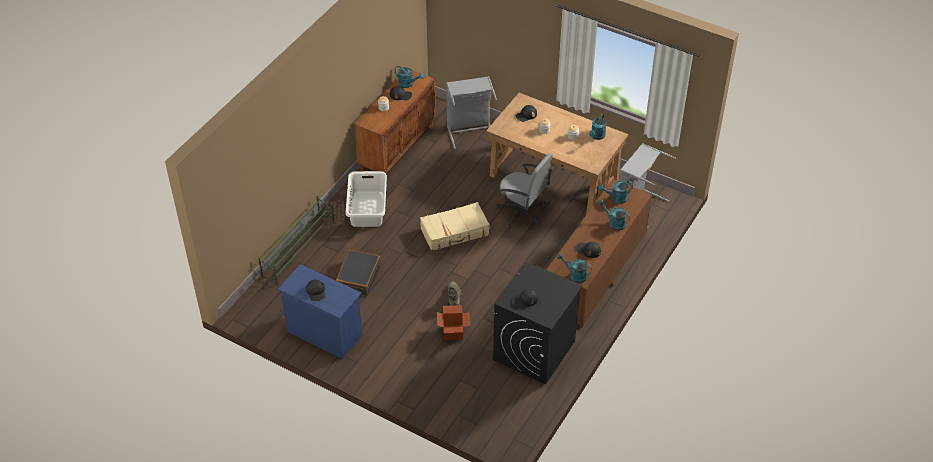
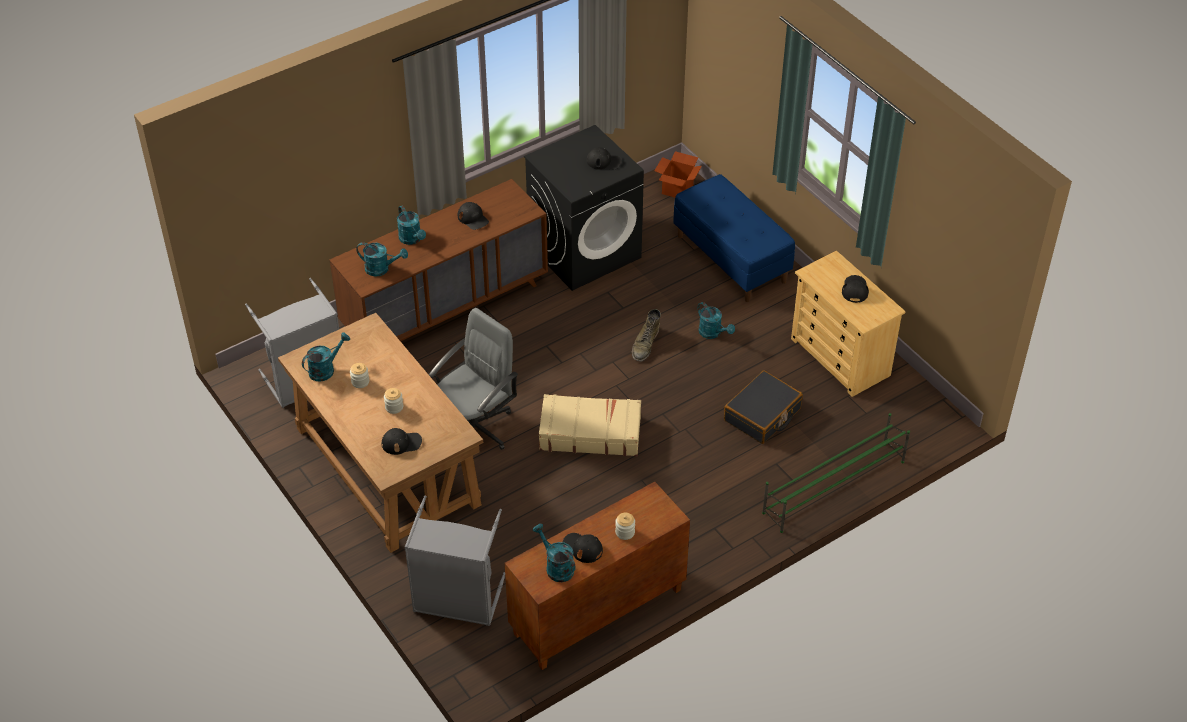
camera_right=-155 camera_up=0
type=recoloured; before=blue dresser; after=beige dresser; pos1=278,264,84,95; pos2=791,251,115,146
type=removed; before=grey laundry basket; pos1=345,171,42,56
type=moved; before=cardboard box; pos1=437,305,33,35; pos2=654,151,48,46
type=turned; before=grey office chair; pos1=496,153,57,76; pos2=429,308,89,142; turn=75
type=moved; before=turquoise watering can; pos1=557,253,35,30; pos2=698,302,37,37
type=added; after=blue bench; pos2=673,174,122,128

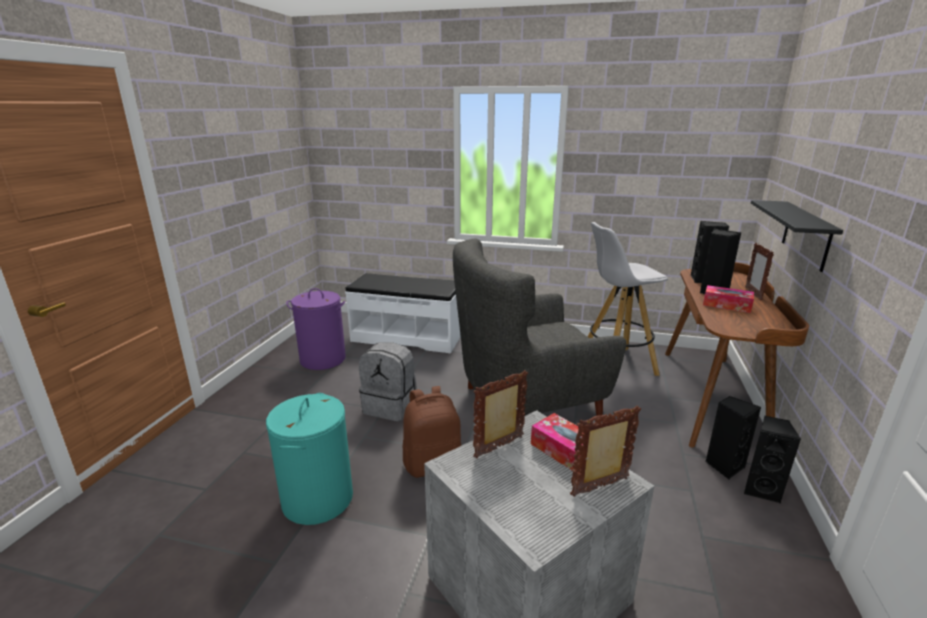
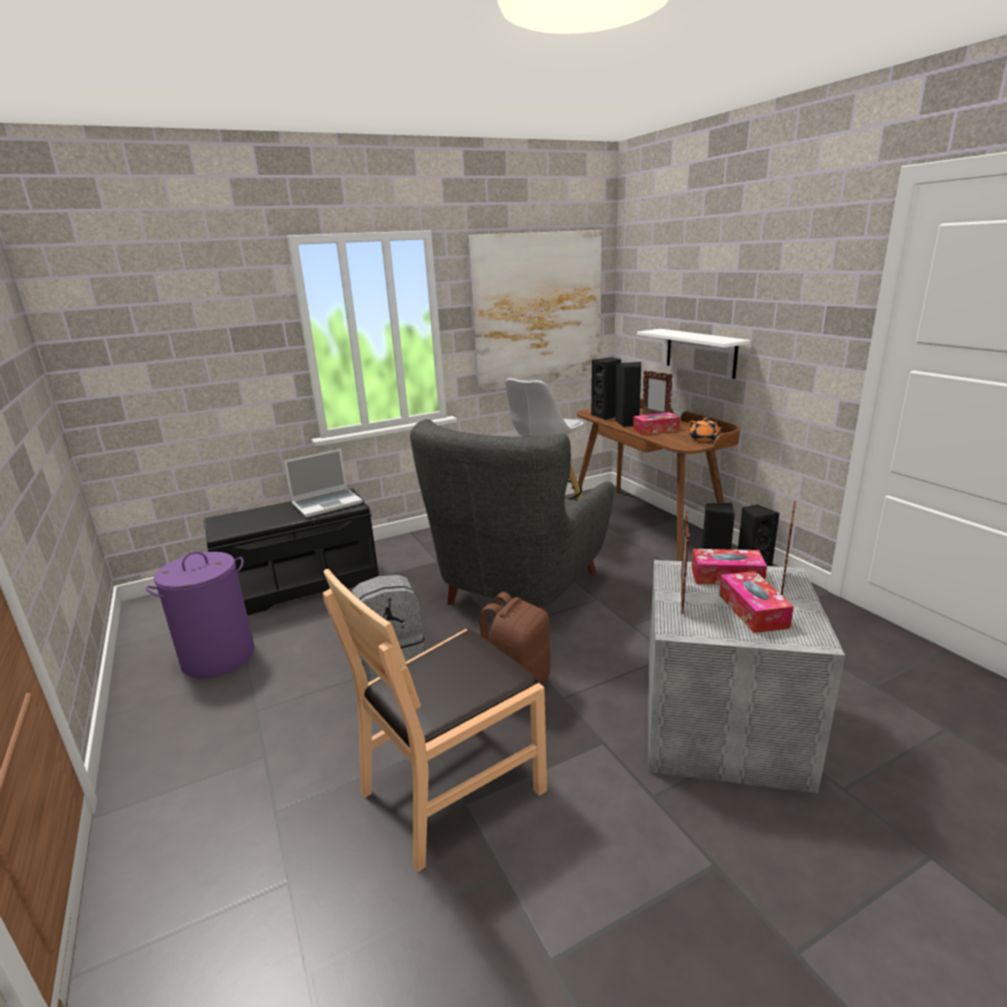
camera_right=-40 camera_up=0
type=replaced; before=turquoise laundry basket; after=brown chair; pos1=266,393,87,132; pos2=323,569,224,303
type=recoloured; before=white bench; after=black bench; pos1=345,273,116,81; pos2=204,488,175,127
type=recoloured; before=black shelf; after=white shelf; pos1=751,200,92,72; pos2=637,329,114,50
type=added; after=laptop; pos2=284,449,79,68
type=added; after=picture; pos2=469,230,133,162
type=added; after=orange teapot; pos2=689,417,36,25
type=added; after=tissue box; pos2=719,571,75,62

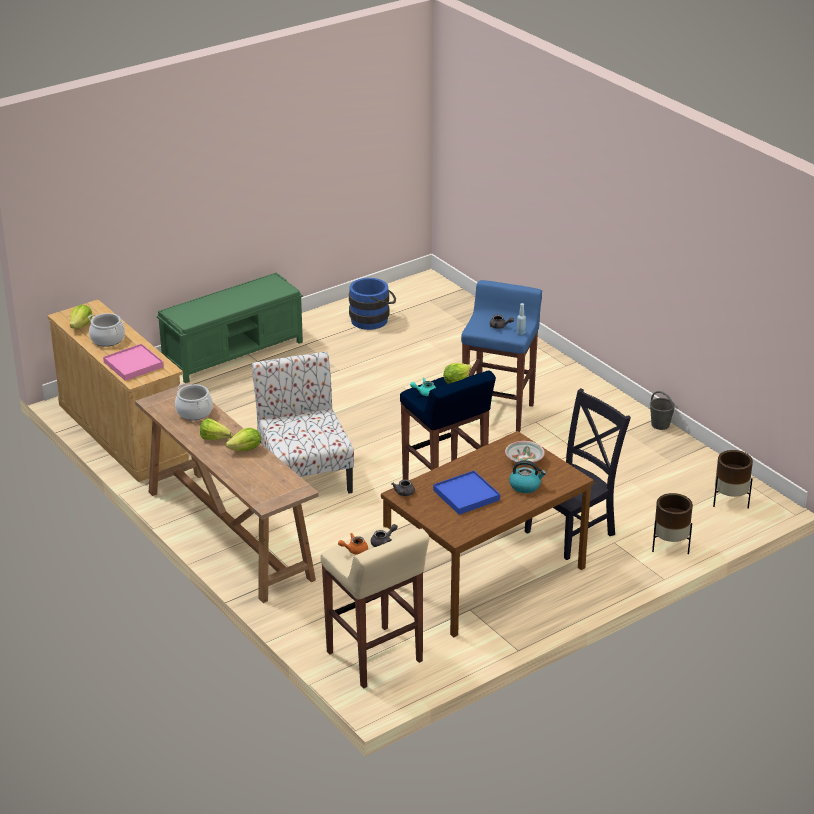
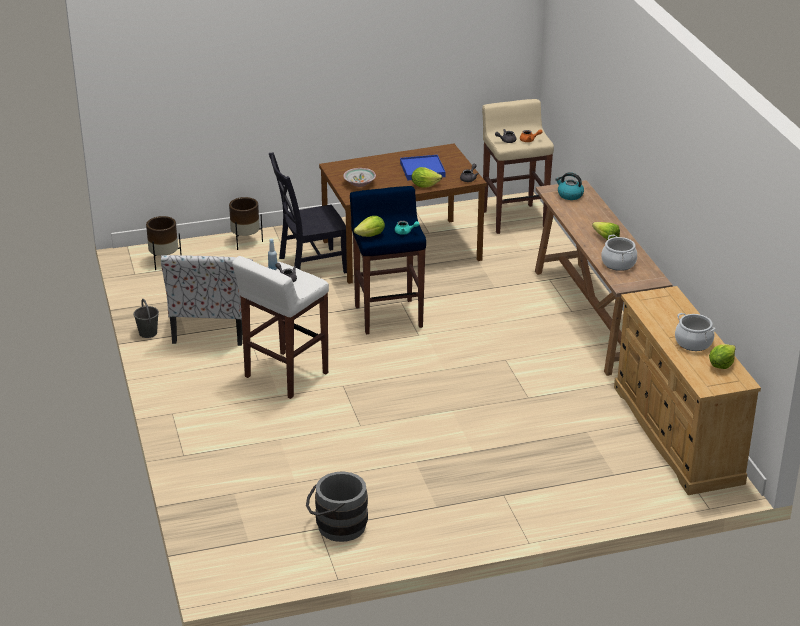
camera_right=-160 camera_up=0
type=removed; before=pink tray; pos1=103,344,61,37
type=removed; before=green bench; pos1=157,273,146,110
type=moved; before=lettuce; pos1=226,428,35,23; pos2=412,167,30,21
type=moved; before=chair; pos1=252,352,102,142; pos2=161,255,92,91
type=recoloured; before=blue bucket; after=grey bucket; pos1=349,278,47,52; pos2=306,471,62,71
type=recoloured; before=blue stool; after=white stool; pos1=461,280,81,152; pos2=232,256,97,143
type=moved; before=kettle; pos1=509,460,37,33; pos2=555,172,29,28

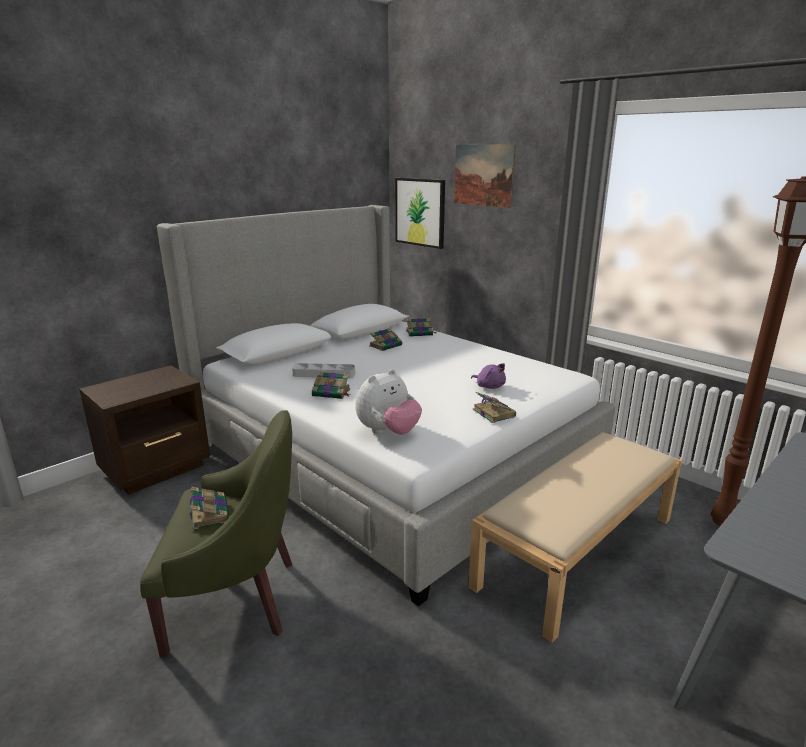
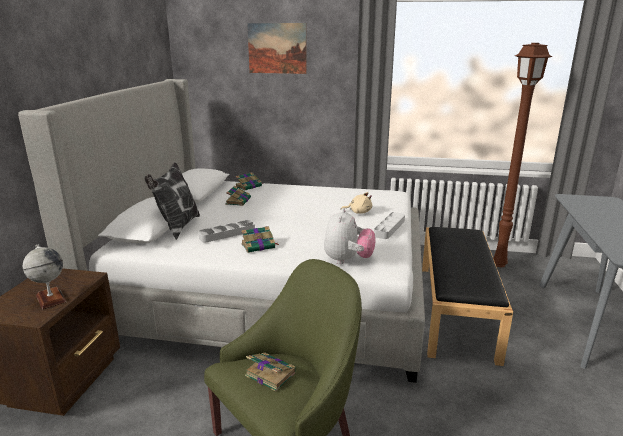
camera_right=-35 camera_up=0
type=removed; before=picture; pos1=395,178,50,71
type=recoloured; before=beige bench; after=black bench; pos1=468,432,214,211; pos2=422,227,91,139
type=recoloured; before=purple plush toy; after=beige plush toy; pos1=471,363,35,26; pos2=341,192,31,22
type=replaced; before=book; after=grey tray; pos1=473,392,43,31; pos2=374,212,31,27
type=added; after=globe; pos2=23,244,44,65
type=added; after=pillow; pos2=145,162,55,78

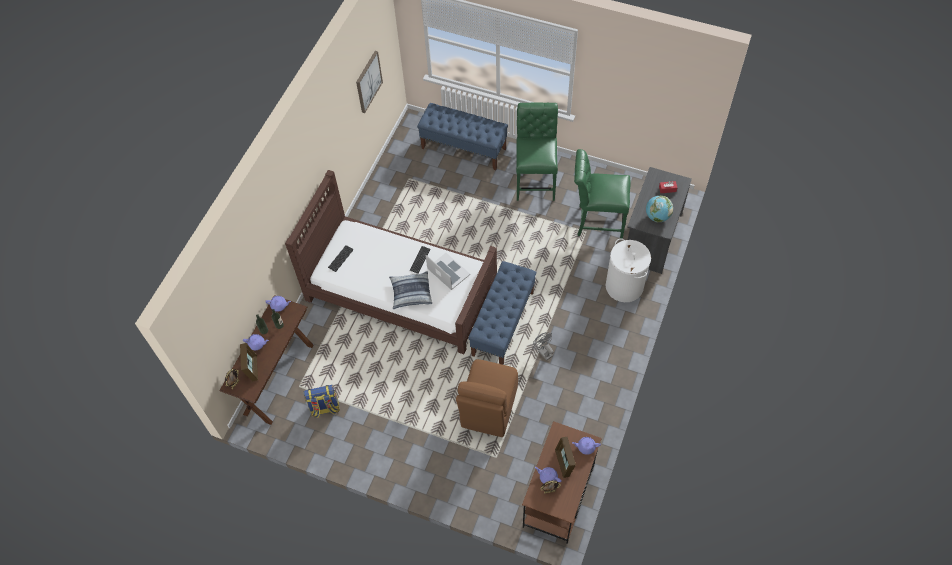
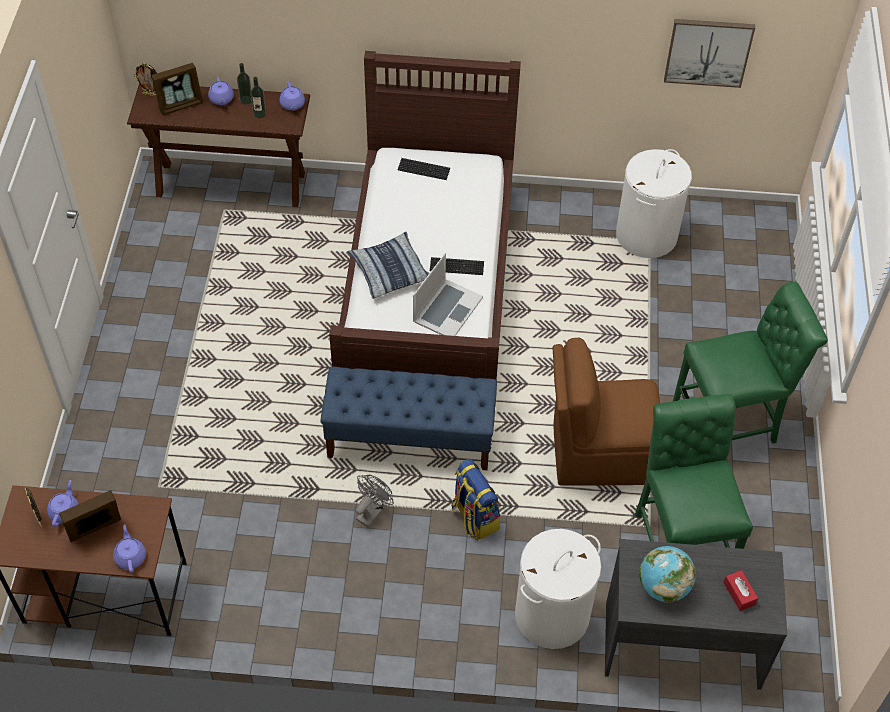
camera_right=70 camera_up=-5
type=moved; before=backpack; pos1=304,385,36,33; pos2=451,459,49,81
type=removed; before=blue bench; pos1=417,103,91,67
type=moved; before=brown chair; pos1=456,359,62,78; pos2=553,337,107,149
type=added; after=white laundry basket; pos2=616,149,76,109

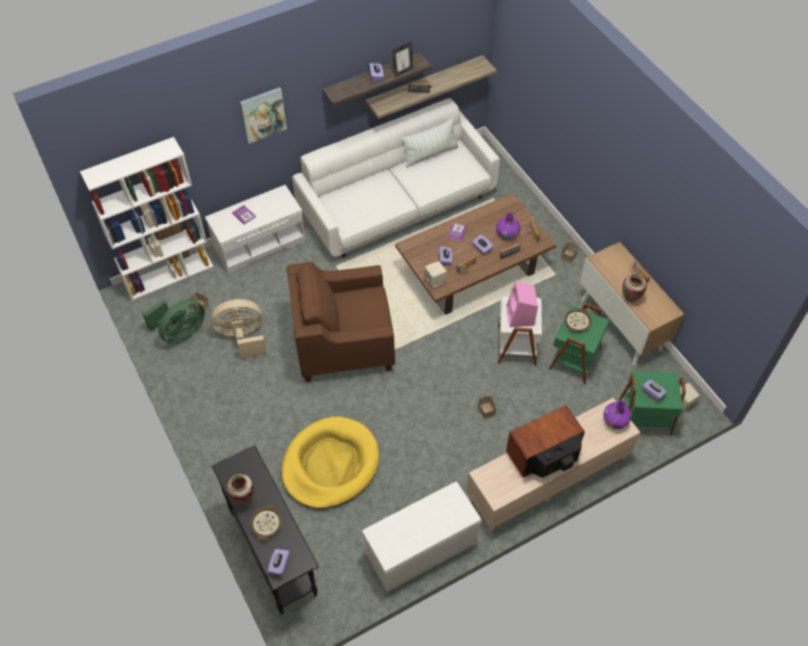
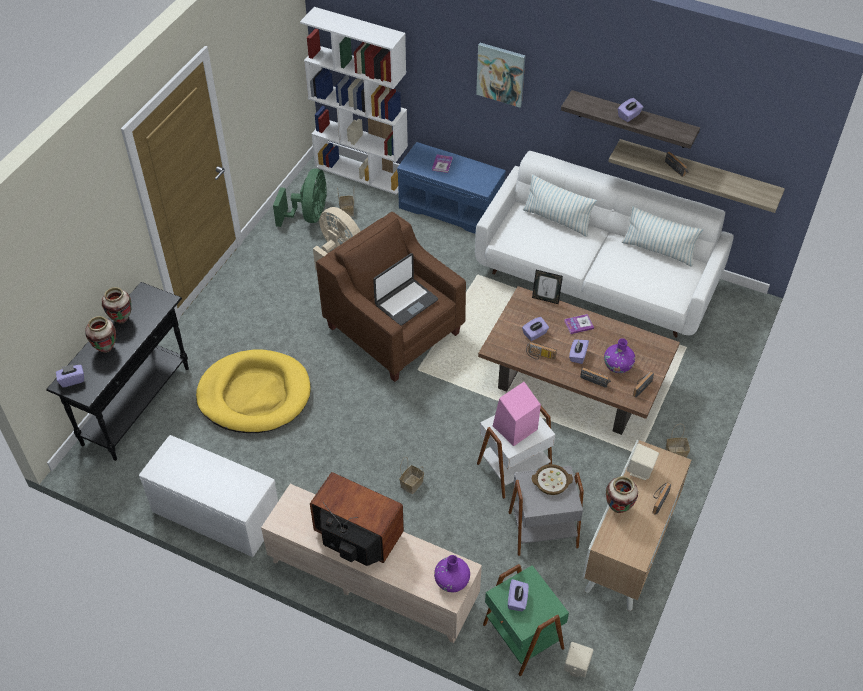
camera_right=55 camera_up=-5
type=turned; before=green fan; pos1=143,299,62,45; pos2=273,168,54,59; turn=-90
type=recoloured; before=white bench; after=blue bench; pos1=205,185,100,88; pos2=397,142,109,92
type=replaced; before=bowl; after=vase; pos1=250,505,32,35; pos2=85,316,31,37
type=moved; before=picture frame; pos1=392,42,21,35; pos2=532,270,31,34
type=moved; before=beige speaker; pos1=424,261,23,27; pos2=627,443,32,37
type=recoloured; before=green side table; after=grey side table; pos1=549,303,60,81; pos2=508,466,76,90
type=added; after=laptop; pos2=373,253,65,72
type=added; after=pillow; pos2=523,174,74,63

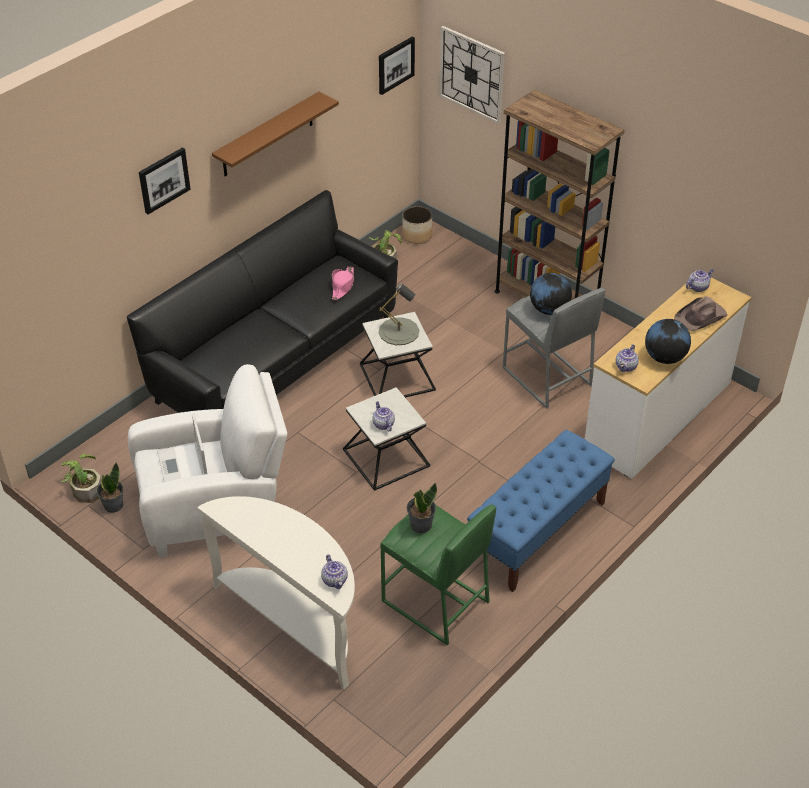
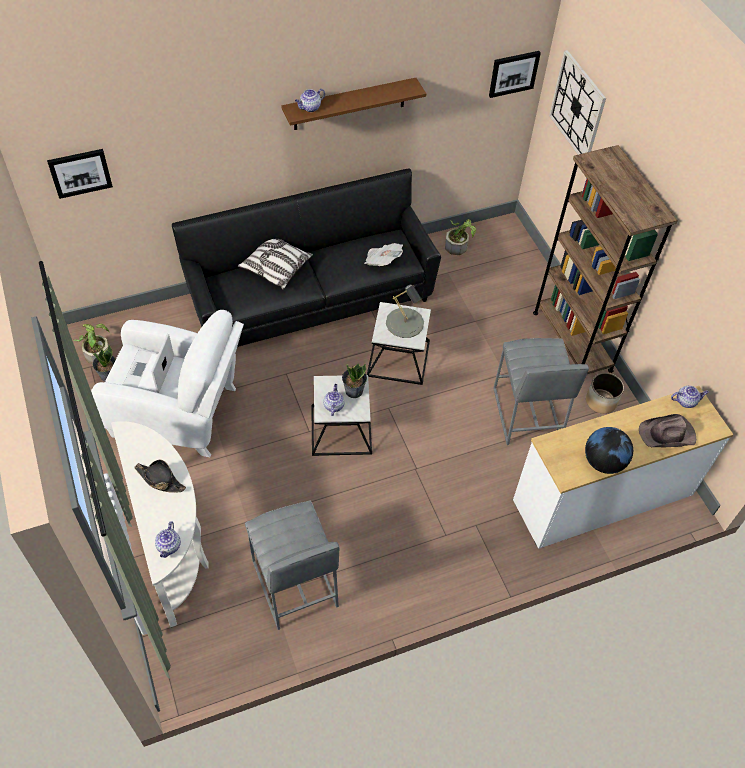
camera_right=25 camera_up=10
type=moved; before=picture; pos1=139,148,52,66; pos2=47,149,66,50
type=replaced; before=pink hat; after=newspaper; pos1=332,267,22,33; pos2=364,243,39,23
type=recoloured; before=green stool; after=grey stool; pos1=380,504,116,142; pos2=245,500,94,130
type=moved; before=planter; pos1=402,206,30,38; pos2=586,373,38,41
type=moved; before=potted plant; pos1=407,483,30,50; pos2=342,363,25,35
type=removed; before=blue bench; pos1=467,430,148,162
type=removed; before=globe; pos1=530,273,42,42
type=moved; before=teapot; pos1=616,344,23,28; pos2=295,89,30,23
type=added; after=black hat; pos2=134,460,52,33
type=added; after=pillow; pos2=238,239,75,51

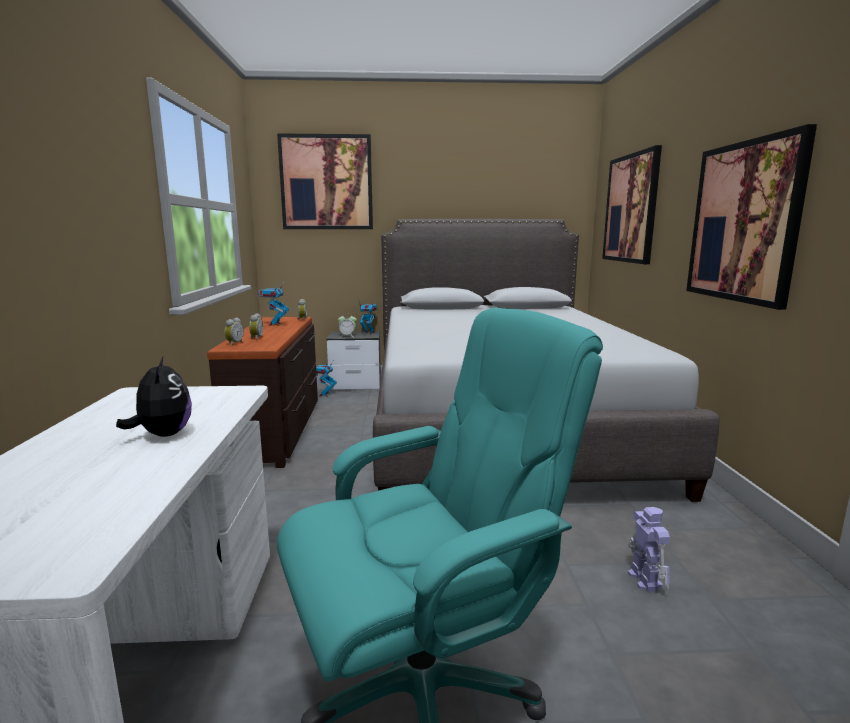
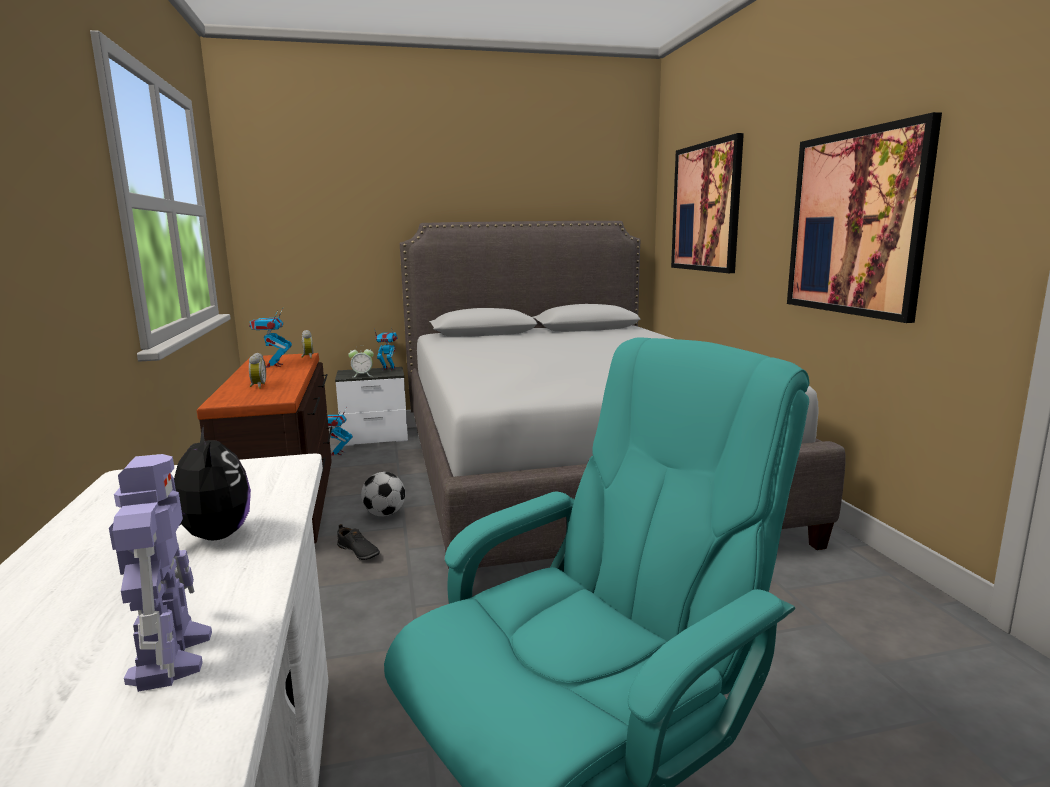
camera_right=-10 camera_up=0
type=removed; before=alarm clock; pos1=224,318,20,28
type=removed; before=picture; pos1=277,133,96,96
type=moved; before=toy robot; pos1=628,507,42,85; pos2=109,454,103,238
type=added; after=black shoe; pos2=337,524,43,36
type=added; after=football; pos2=361,472,44,45

